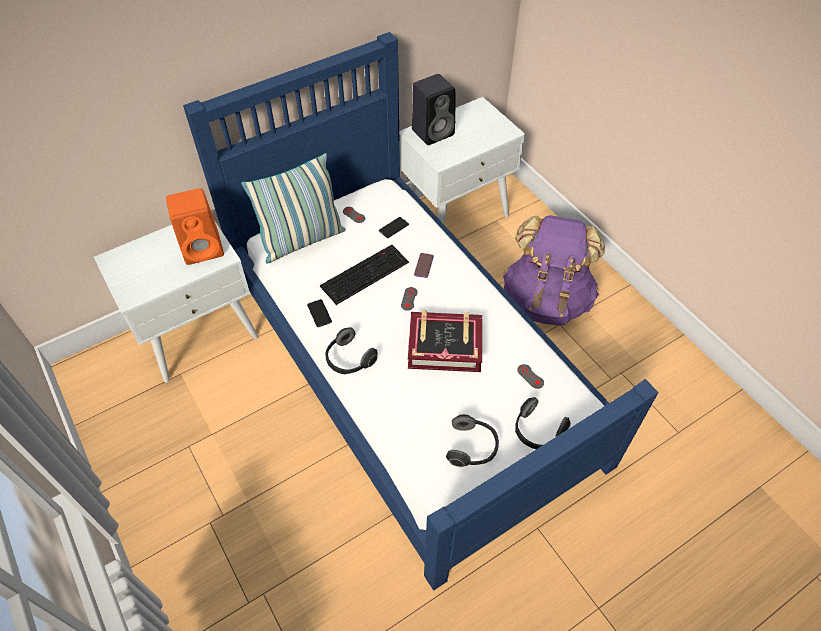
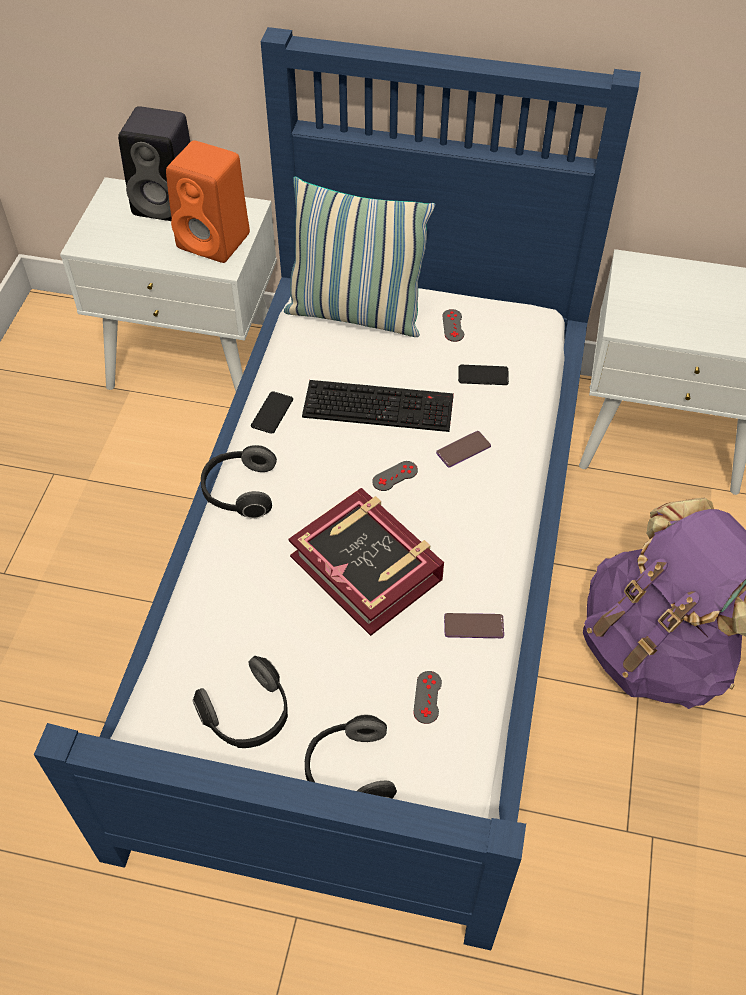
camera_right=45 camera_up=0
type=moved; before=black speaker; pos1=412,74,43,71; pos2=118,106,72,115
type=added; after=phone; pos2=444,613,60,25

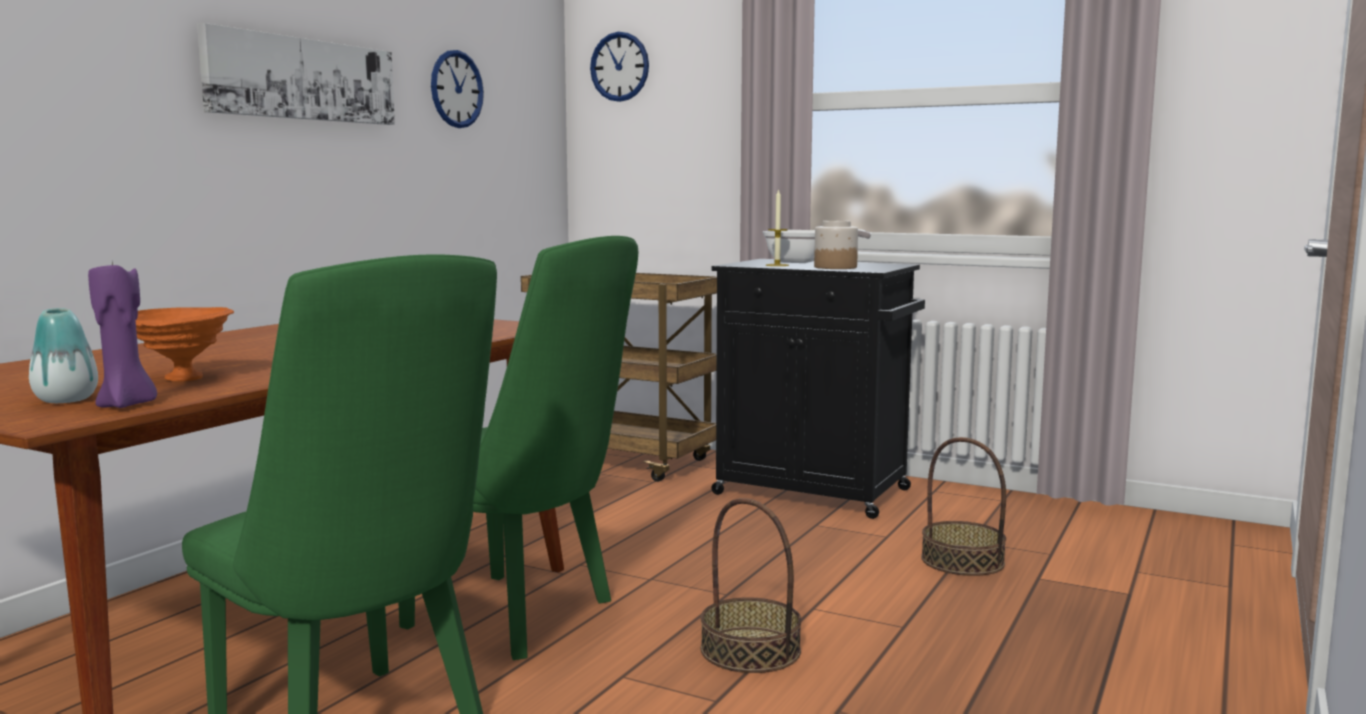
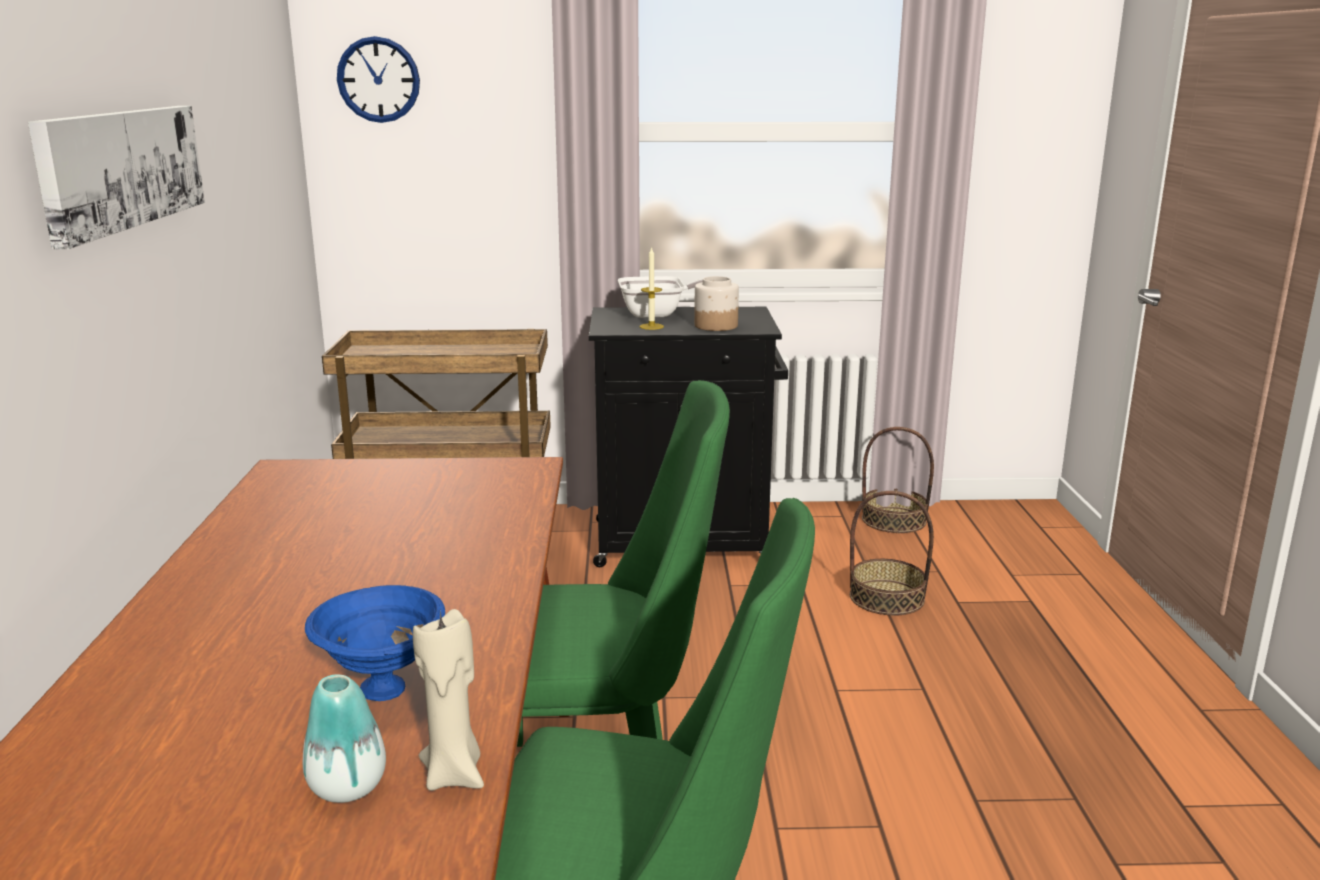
camera_right=-30 camera_up=10
type=recoloured; before=purple candle; after=beige candle; pos1=88,262,69,146; pos2=413,609,71,182
type=recoloured; before=orange bowl; after=blue bowl; pos1=136,307,98,74; pos2=305,585,140,116
type=removed; before=wall clock; pos1=431,50,53,78
type=moved; before=basket; pos1=700,498,102,175; pos2=862,427,72,106

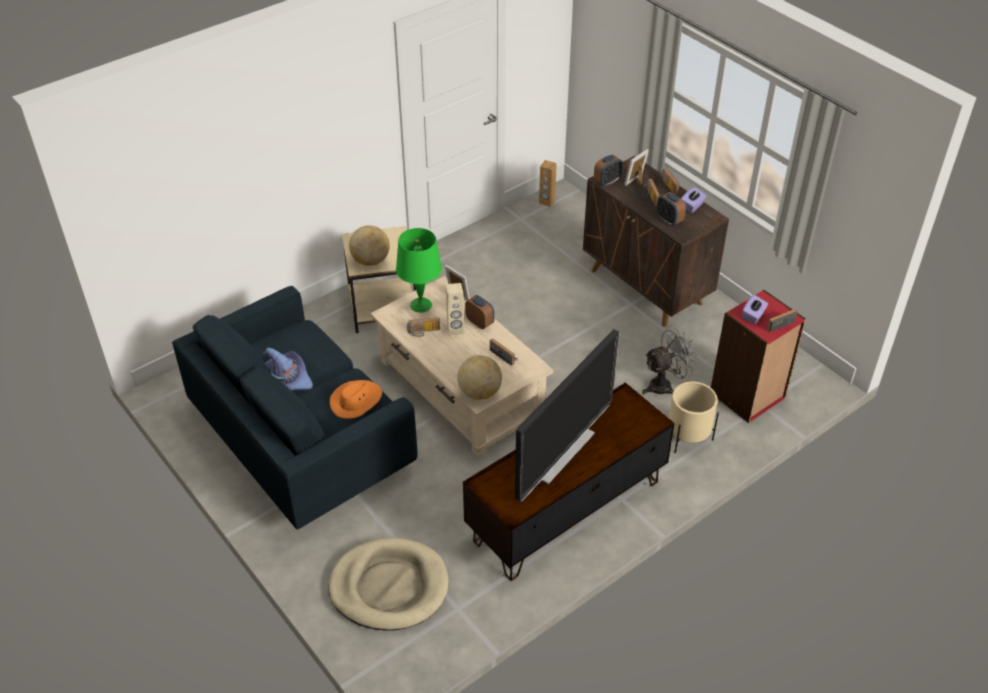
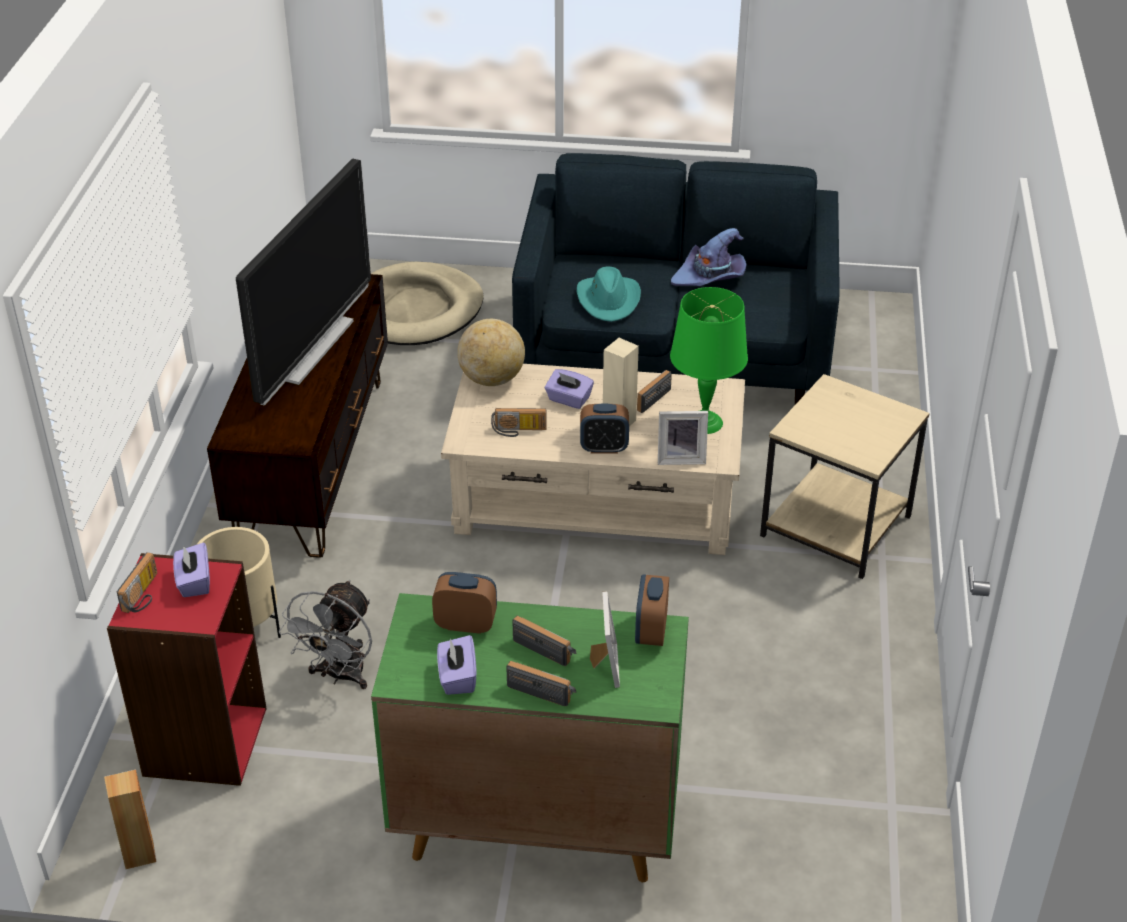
camera_right=135 camera_up=-5
type=recoloured; before=orange hat; after=turquoise hat; pos1=330,380,52,39; pos2=577,266,64,56
type=removed; before=globe; pos1=349,225,41,41
type=turned; before=television; pos1=515,329,104,172; pos2=236,159,135,246; turn=-150
type=moved; before=brown speaker; pos1=539,160,18,47; pos2=104,769,52,100
type=recoloured; before=brown cabinet; after=green cabinet; pos1=583,156,146,171; pos2=371,593,318,289
type=added; after=purple tissue box; pos2=545,369,49,40

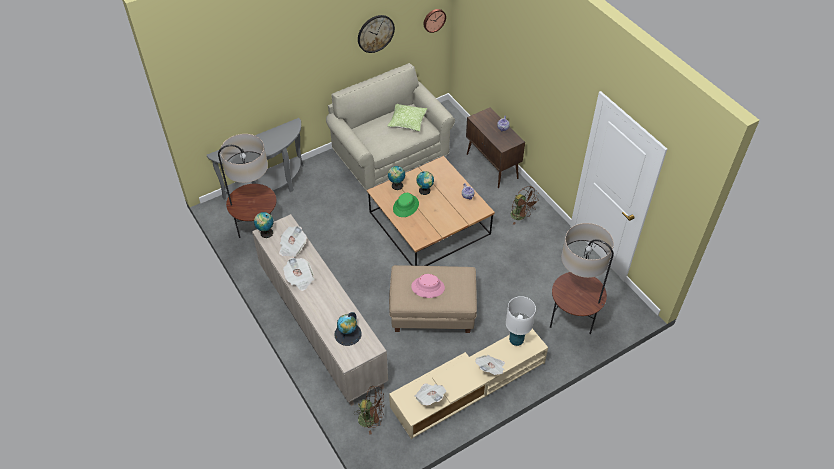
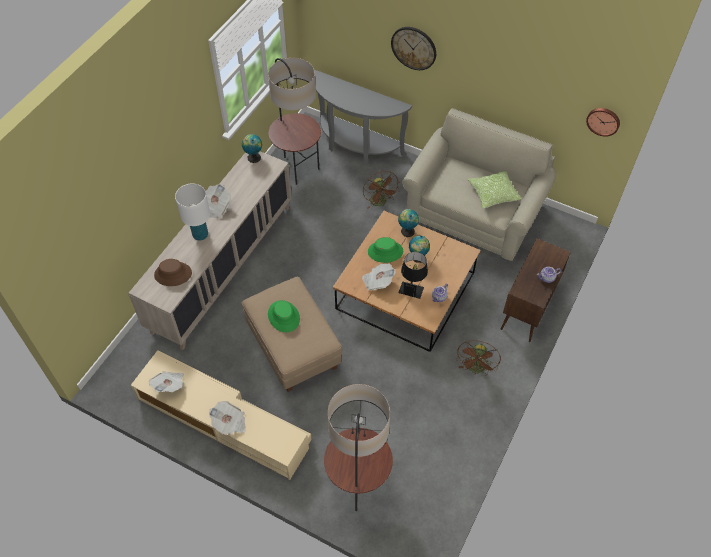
camera_right=60 camera_up=5
type=moved; before=newspaper; pos1=279,226,28,31; pos2=362,263,33,28
type=replaced; before=globe; after=brown hat; pos1=334,312,28,34; pos2=154,259,38,27
type=moved; before=brown fan; pos1=354,386,31,49; pos2=363,171,37,38
type=moved; before=wall clock; pos1=358,15,37,38; pos2=391,27,45,43
type=recoloured; before=pink hat; after=green hat; pos1=411,274,34,24; pos2=268,300,32,32
type=moved; before=white table lamp; pos1=506,296,30,50; pos2=175,184,35,56
type=added; after=black table lamp; pos2=398,252,30,47

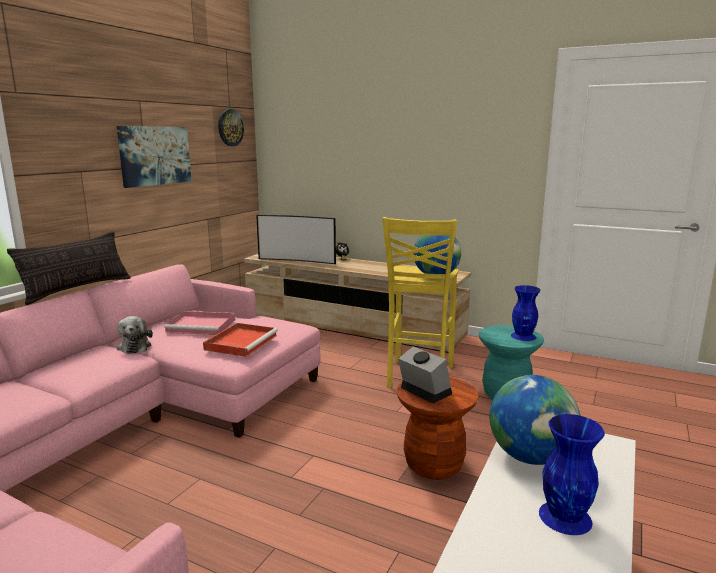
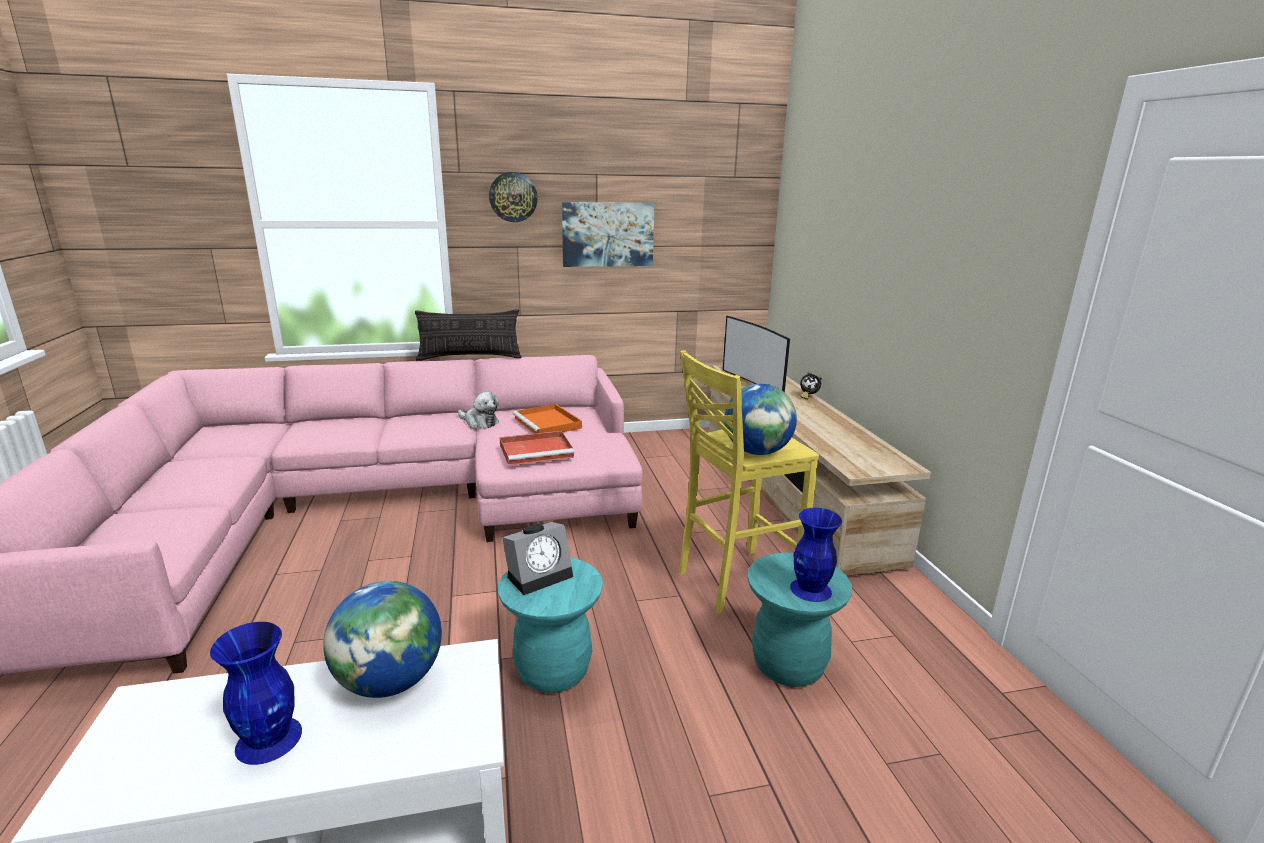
camera_right=50 camera_up=5
type=turned; before=plush toy; pos1=117,316,36,38; pos2=458,392,41,37; turn=-90
type=recoloured; before=pink tray; after=orange tray; pos1=164,311,71,24; pos2=513,404,69,30
type=moved; before=wall clock; pos1=218,109,26,37; pos2=489,172,49,50
type=recoloured; before=brown stool; after=turquoise stool; pos1=397,377,82,103; pos2=498,557,105,136
type=turned; before=alarm clock; pos1=398,347,54,56; pos2=502,522,71,73; turn=45

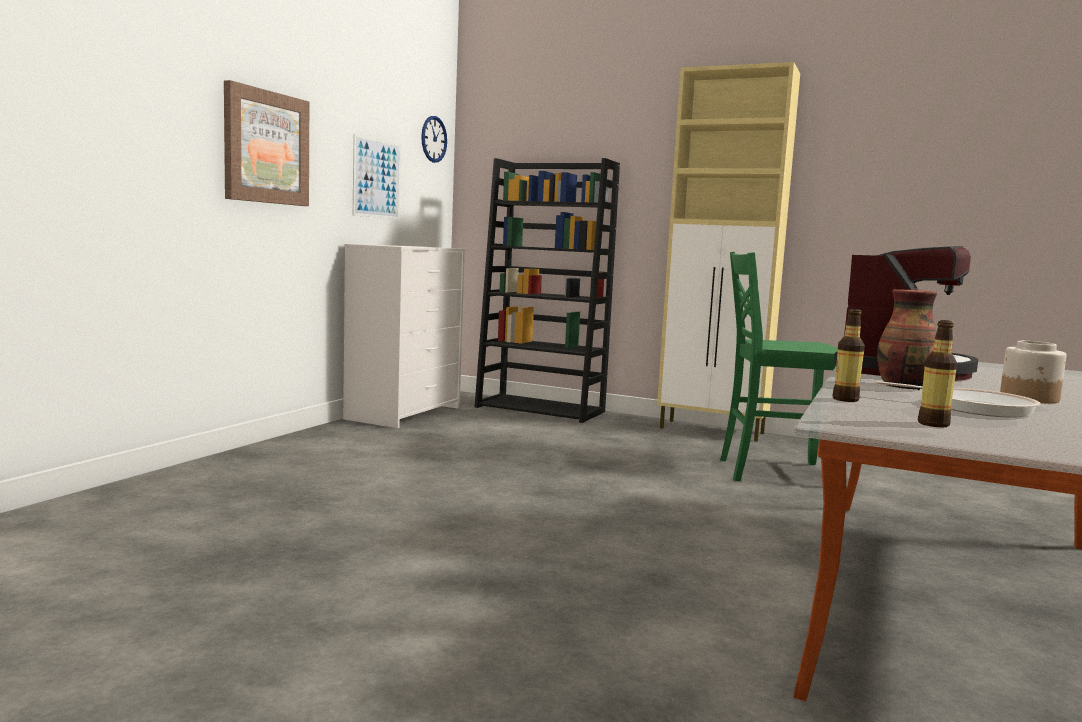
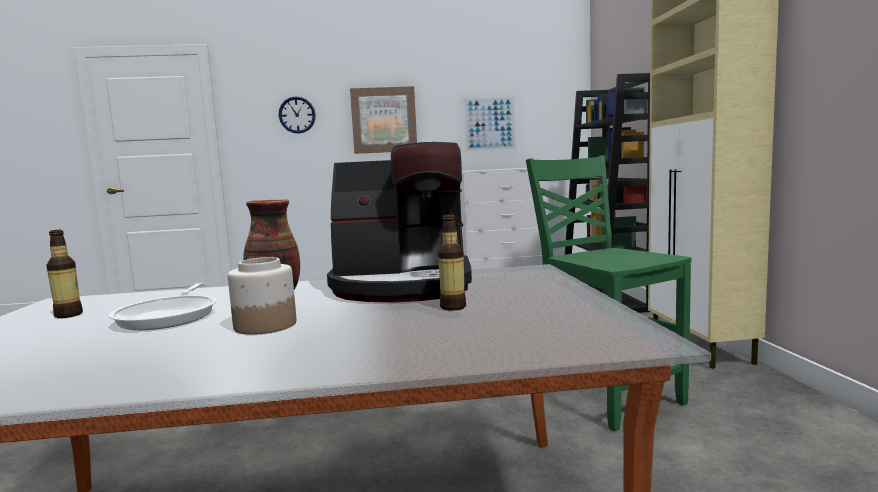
camera_right=60 camera_up=0
type=moved; before=wall clock; pos1=421,116,26,47; pos2=279,96,37,38
type=moved; before=bottle; pos1=833,309,32,93; pos2=438,214,28,97

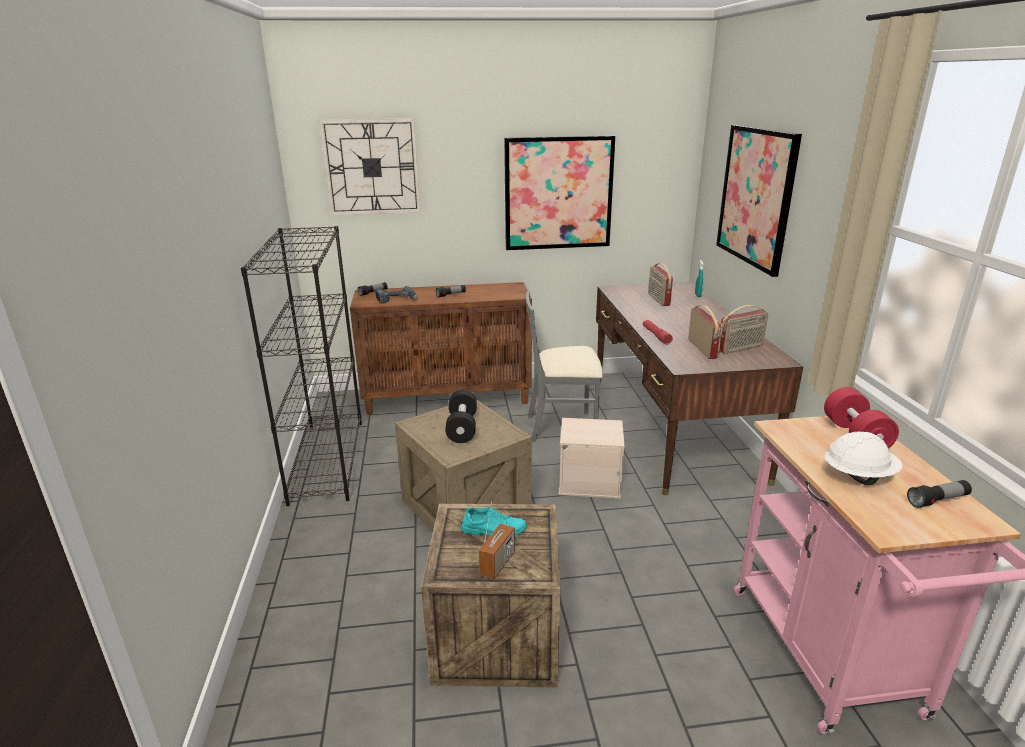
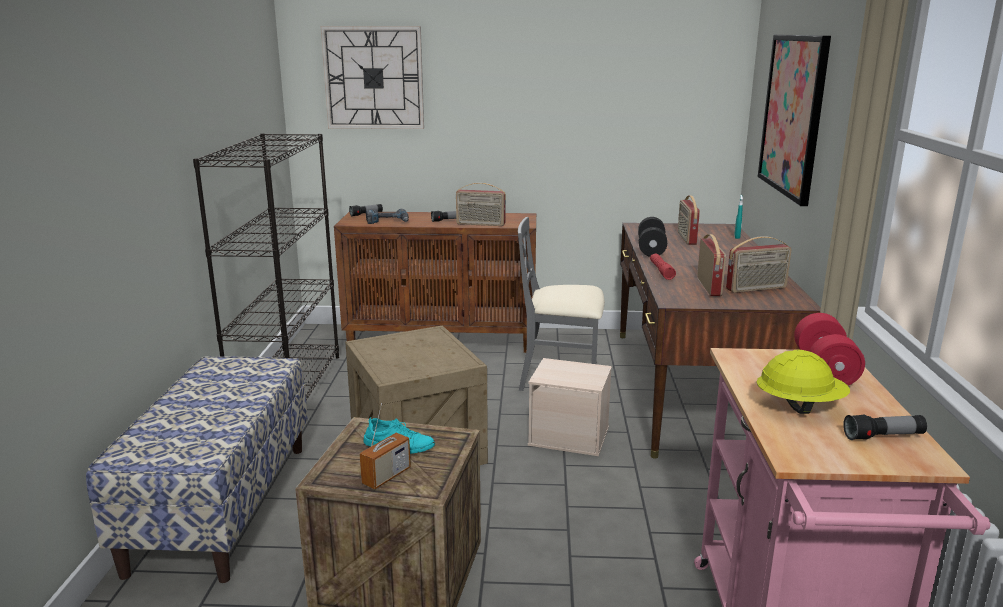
camera_right=10 camera_up=-5
type=moved; before=black dumbbell; pos1=445,390,32,53; pos2=638,217,29,40
type=removed; before=picture; pos1=504,135,111,115
type=recoloured; before=white hard hat; after=yellow hard hat; pos1=824,432,78,53; pos2=756,350,94,64
type=added; after=bench; pos2=86,356,222,227
type=added; after=radio; pos2=456,183,50,43

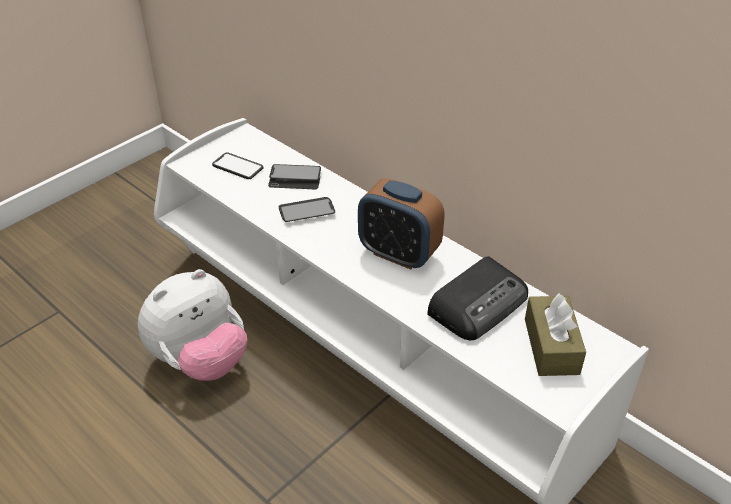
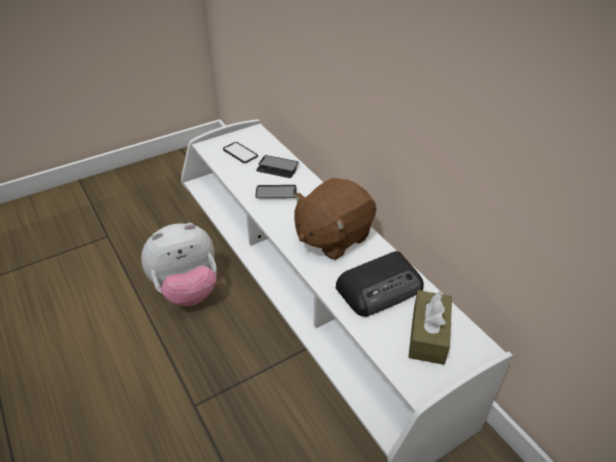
camera_right=15 camera_up=0
type=replaced; before=alarm clock; after=brown plush toy; pos1=358,178,86,92; pos2=293,178,84,82

